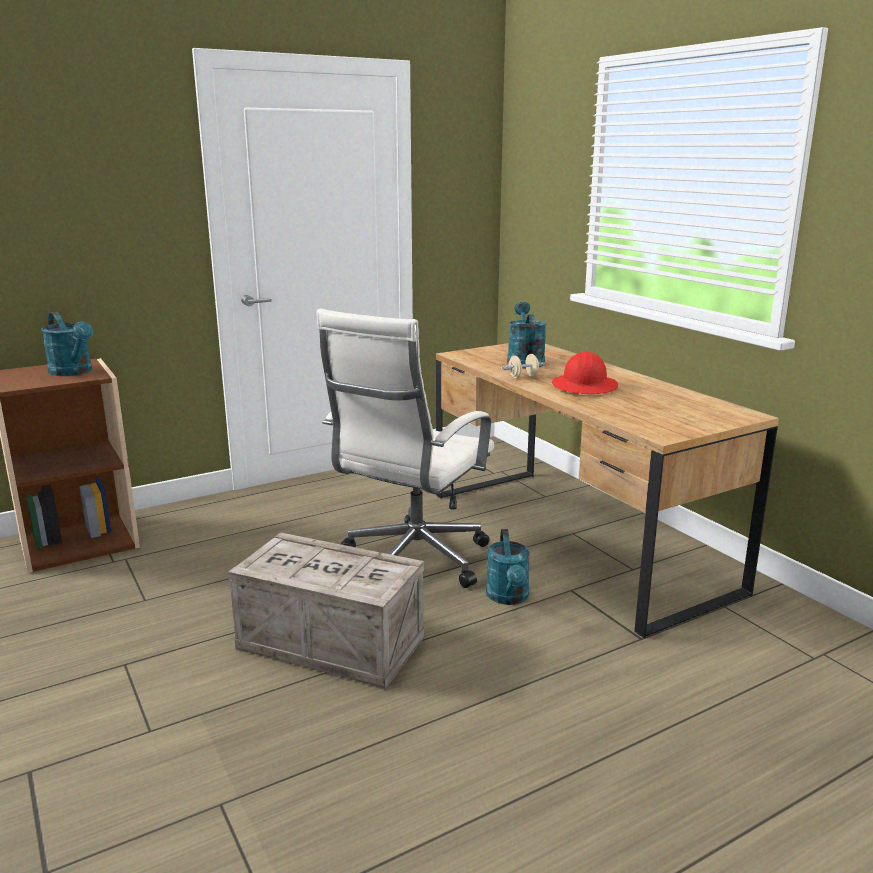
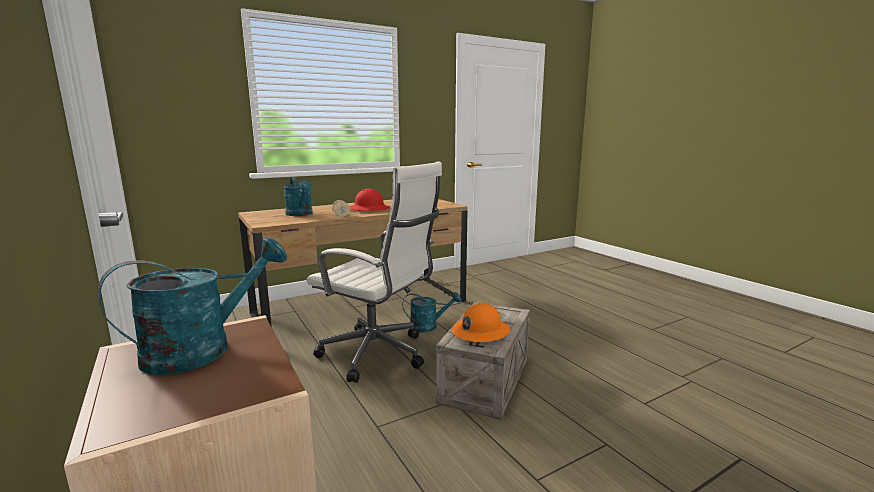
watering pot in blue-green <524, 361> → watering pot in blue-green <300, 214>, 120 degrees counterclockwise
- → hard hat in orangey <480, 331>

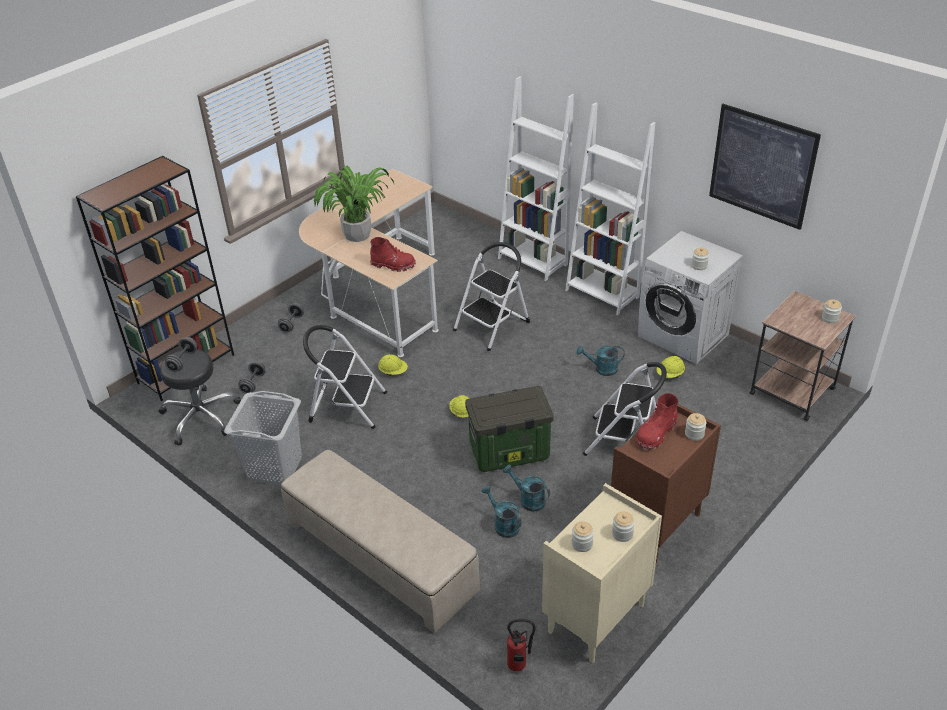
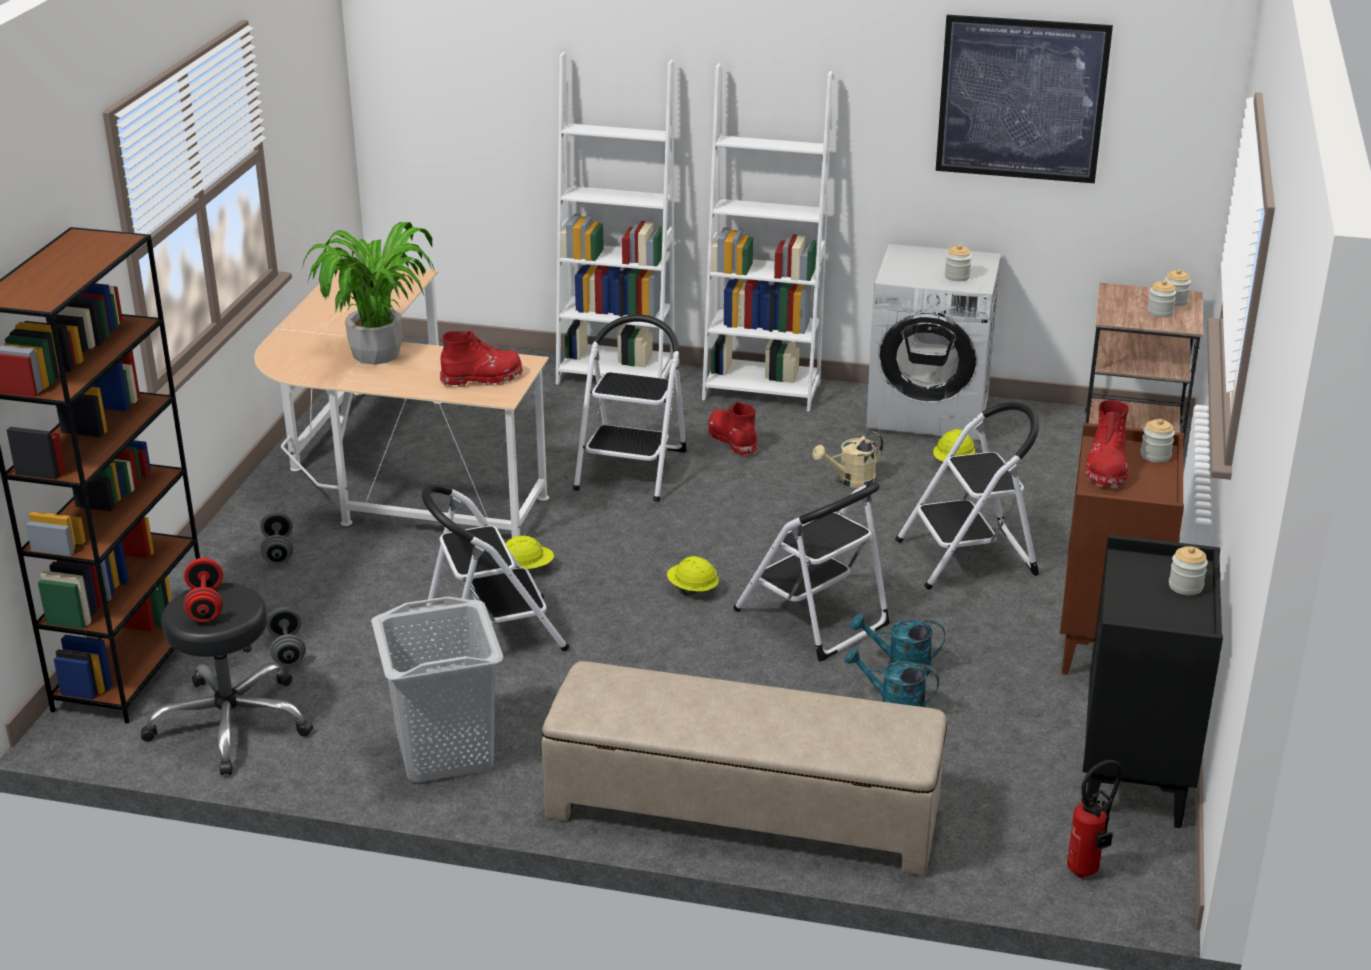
free weight in grey <183, 361> → free weight in red-coloured <205, 605>
watering pot in blue-green <601, 369> → watering pot in beige-coloured <851, 481>
storage box <508, 453> → step stool <814, 619>
storage cabinet in beige-coloured <595, 619> → storage cabinet in blackish <1134, 775>
jar <582, 544> → jar <1160, 312>, moved
- → boot in red-coloured <732, 441>

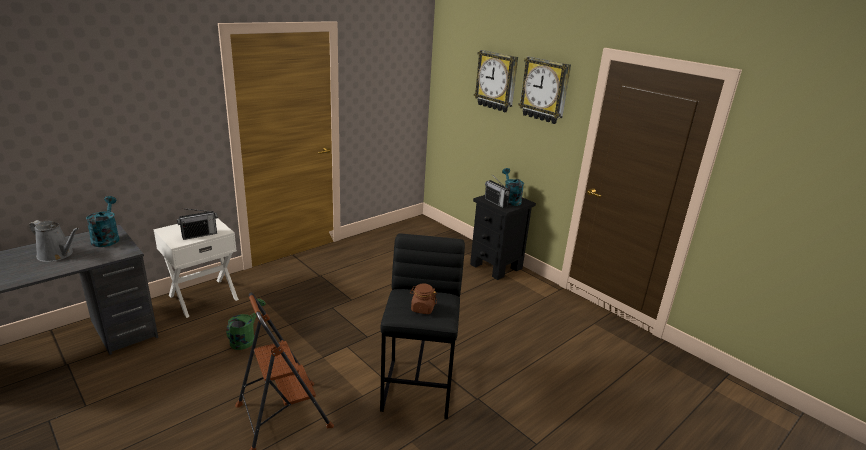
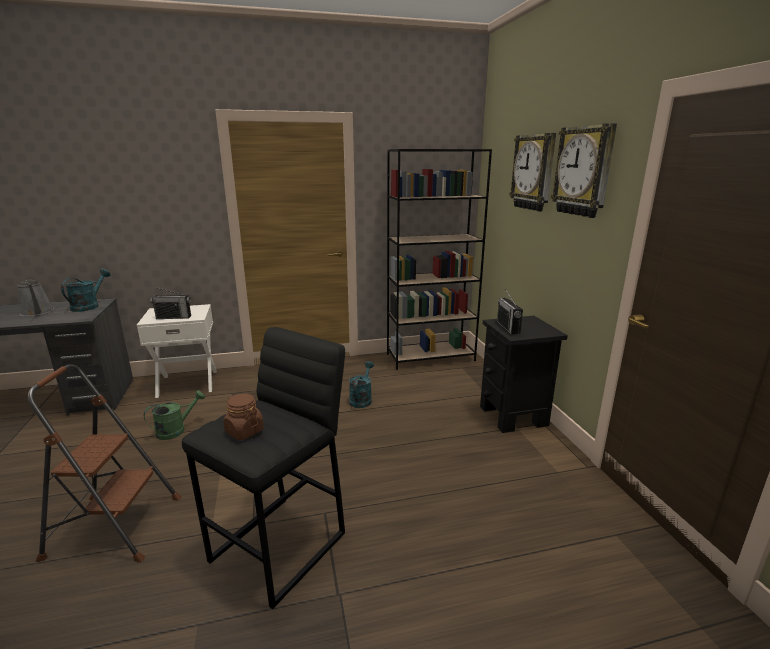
watering pot in blue-green <510, 200> → watering pot in blue-green <361, 399>, moved
- → bookshelf in beige-coloured <430, 357>

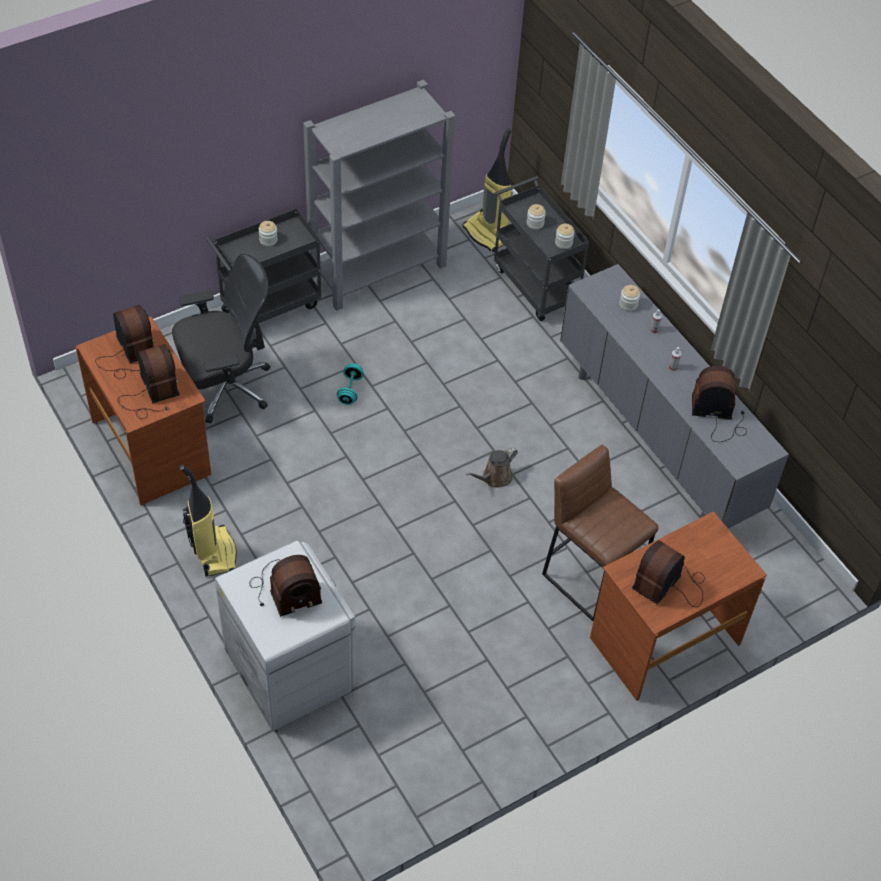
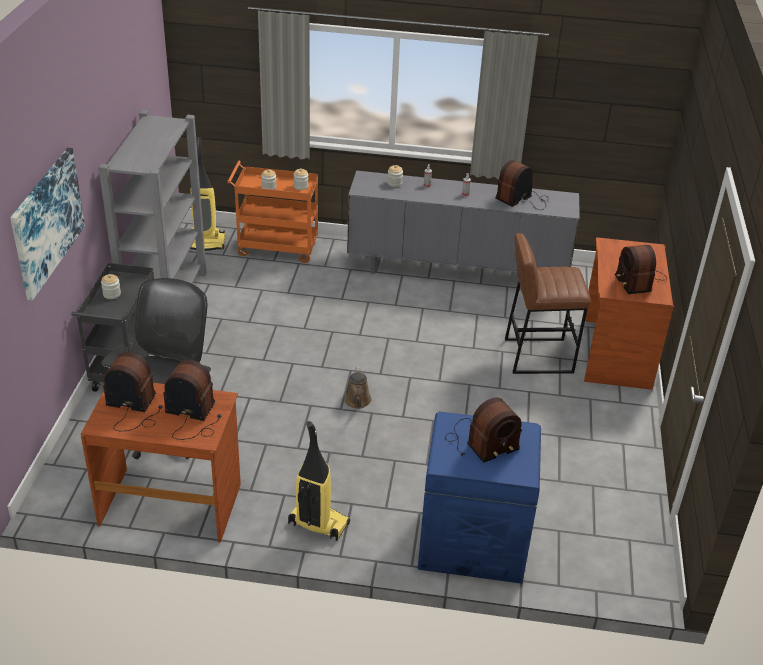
trolley in grey <533, 287> → trolley in orangey <275, 250>
free weight in blue-green <350, 390> → -
watering pot in brown <494, 478> → watering pot in brown <357, 401>, moved
laundry machine in white-coloured <291, 667> → laundry machine in bluish <471, 539>
radio <285, 591> → radio <480, 443>, 45 degrees clockwise
- → picture <47, 221>

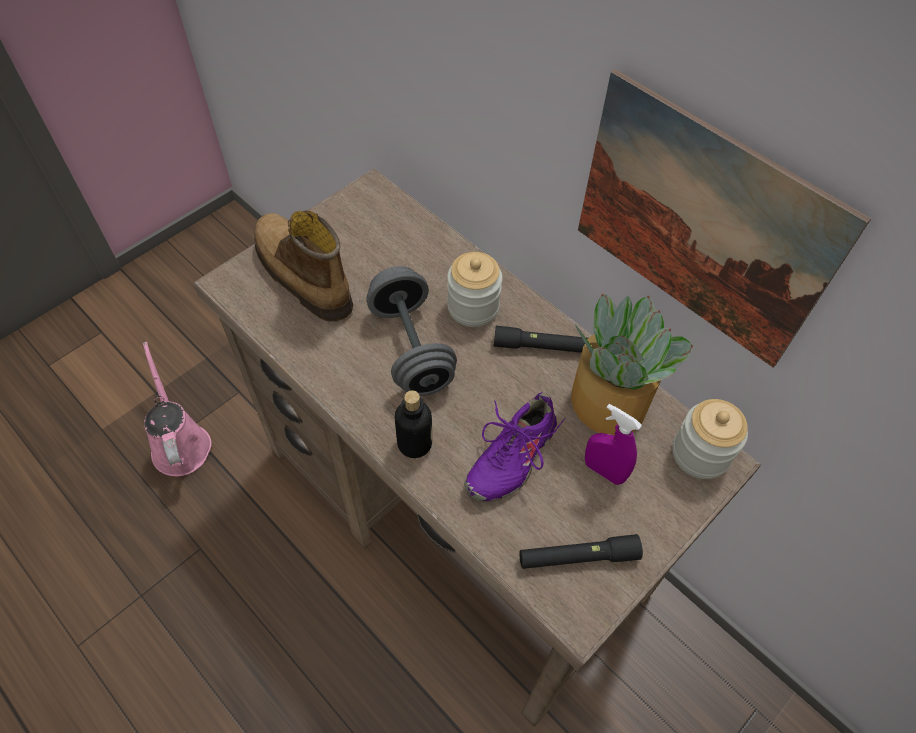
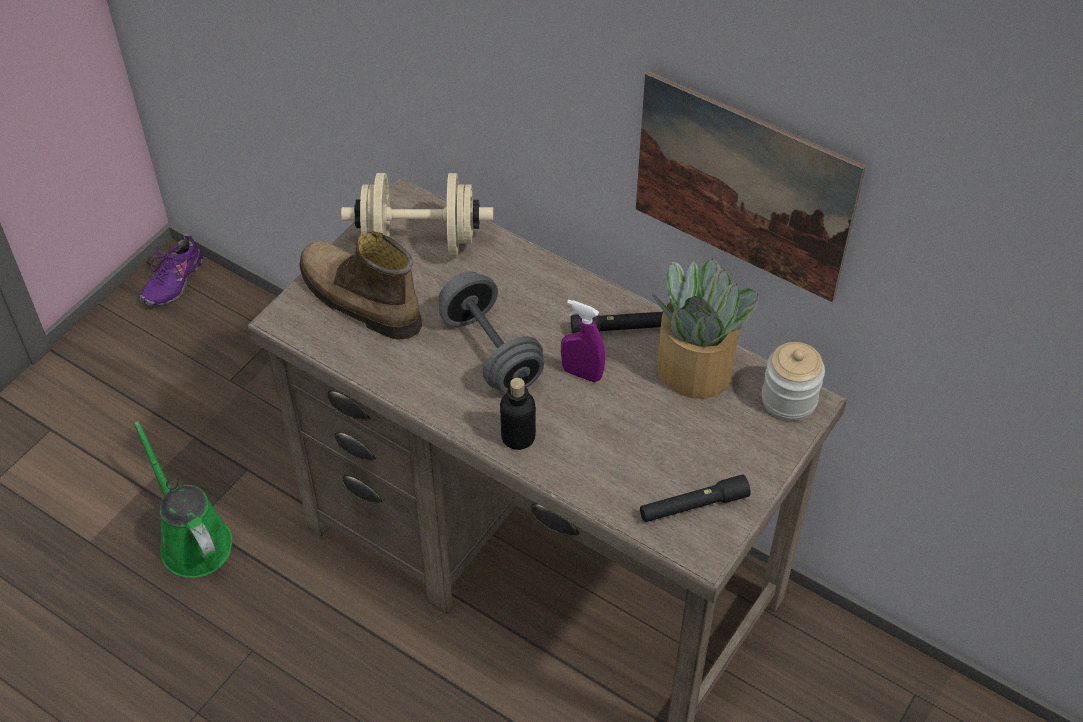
jar <473, 307> → -
watering pot in pink-coloured <180, 443> → watering pot in green-coloured <192, 540>
shoe in purple-coloured <510, 456> → shoe in purple-coloured <173, 281>, moved
spray bottle in purple-coloured <604, 471> → spray bottle in purple-coloured <582, 373>, moved
- → free weight in beige-coloured <420, 242>

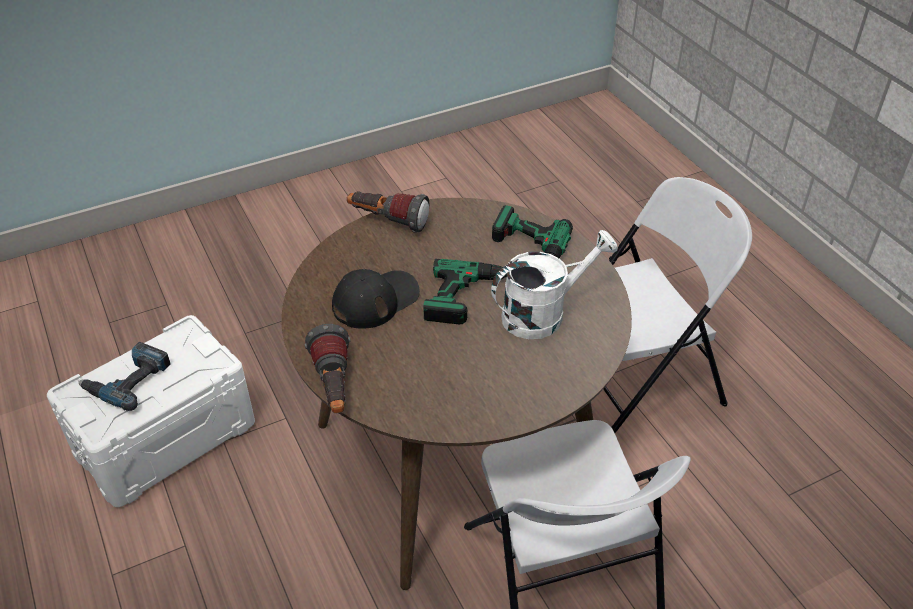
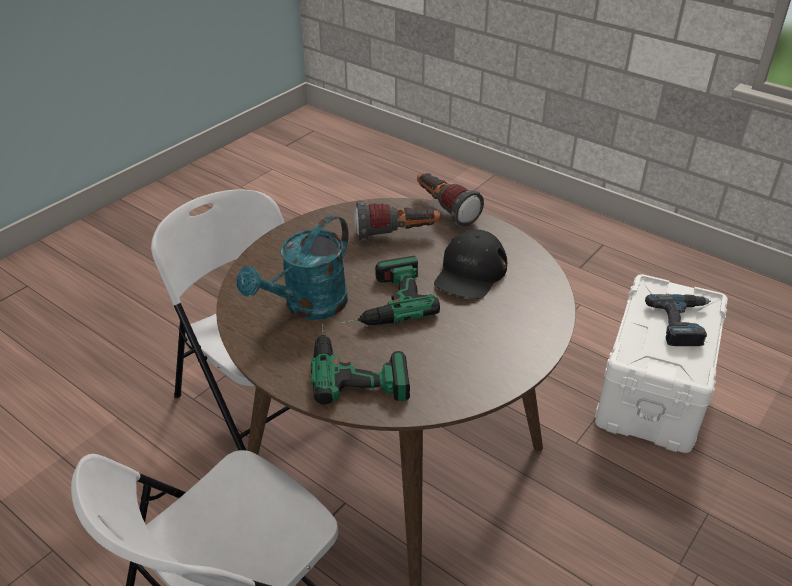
hand torch <387, 221> → hand torch <397, 235>, moved
watering pot in white-coloured <543, 313> → watering pot in blue-green <308, 307>

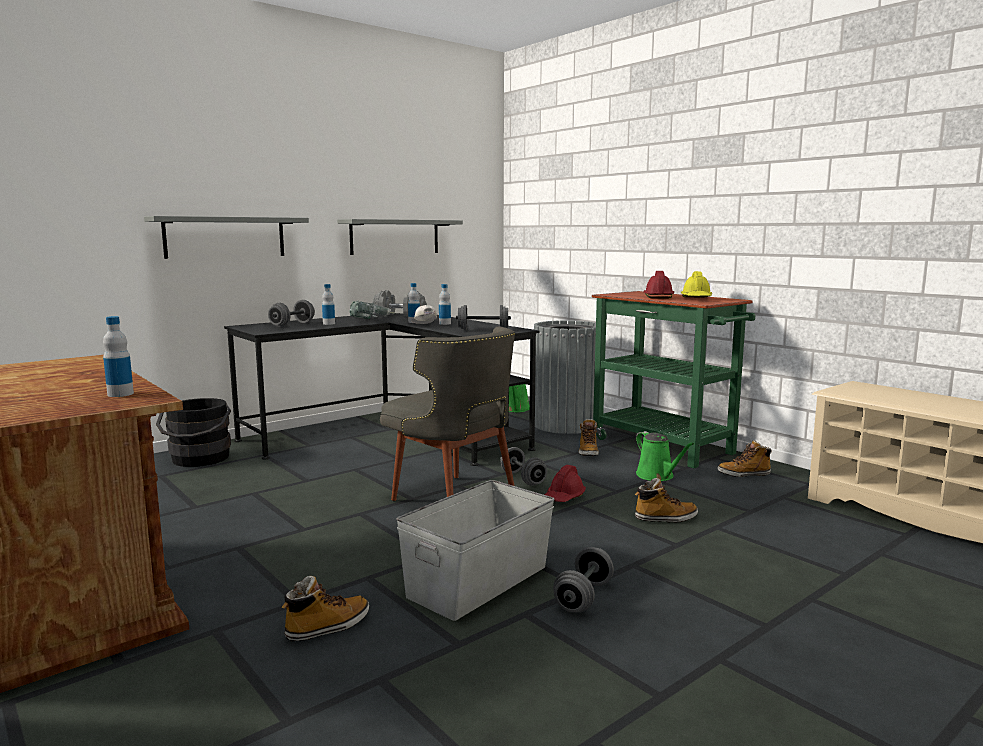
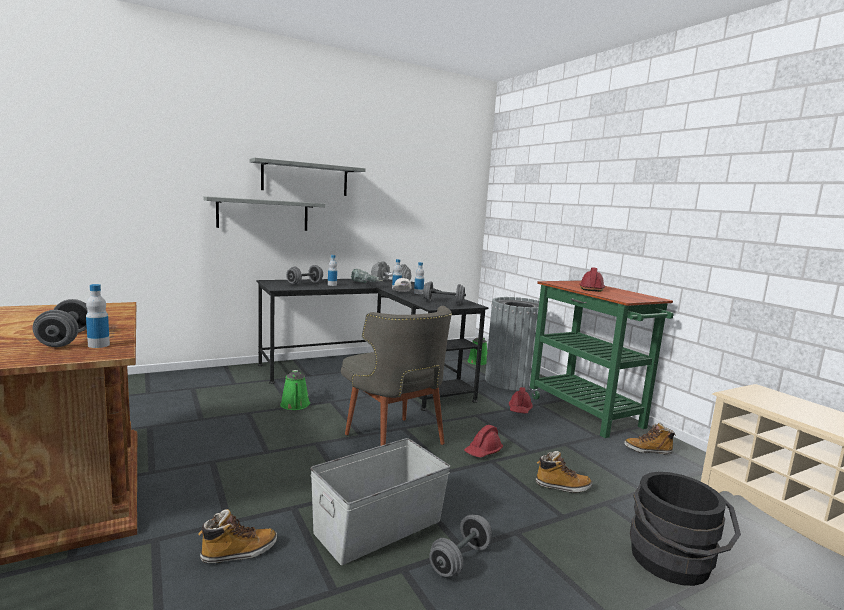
wall shelf in grey <395, 237> → wall shelf in grey <305, 178>, moved
hard hat in yellow-coloured <696, 298> → -
bucket in blackish <199, 460> → bucket in blackish <672, 565>, moved
boot <588, 452> → hard hat in red-coloured <520, 409>
watering pot in green-coloured <657, 476> → watering pot in green-coloured <295, 405>, moved
free weight in grey <523, 479> → free weight in grey <66, 339>, moved

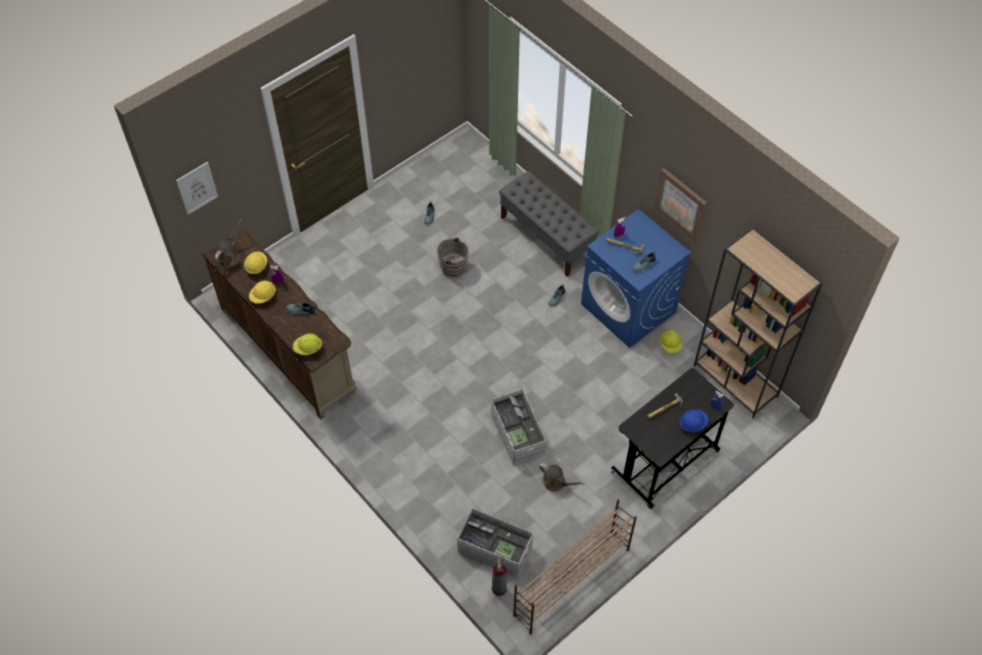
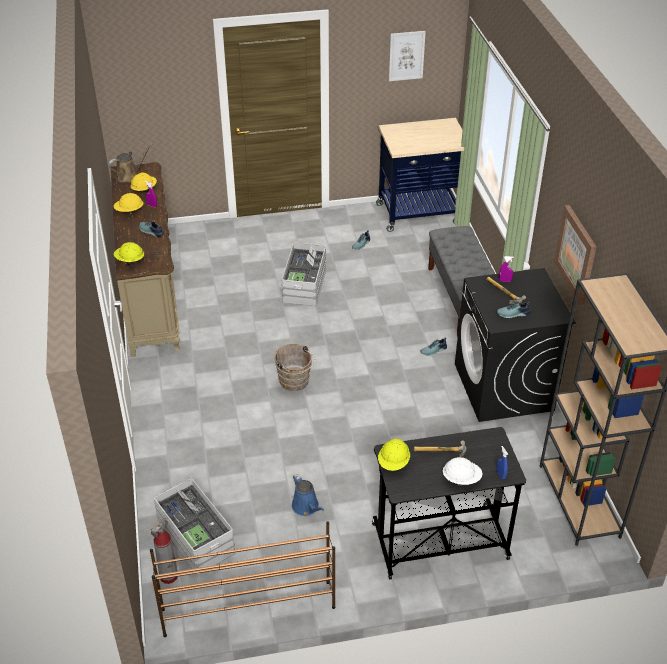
picture <197, 188> → picture <406, 56>, moved
laundry machine in bluish <629, 308> → laundry machine in blackish <504, 388>
bucket in brown <455, 268> → bucket in brown <295, 382>, moved
hard hat in yellow-coloured <670, 345> → hard hat in yellow-coloured <393, 463>, moved
storage box in grey <517, 433> → storage box in grey <304, 284>, moved
hard hat in bluish <692, 424> → hard hat in white-coloured <461, 479>
watering pot in brown <556, 482> → watering pot in bluish <306, 507>
- → trolley in bluish <418, 214>

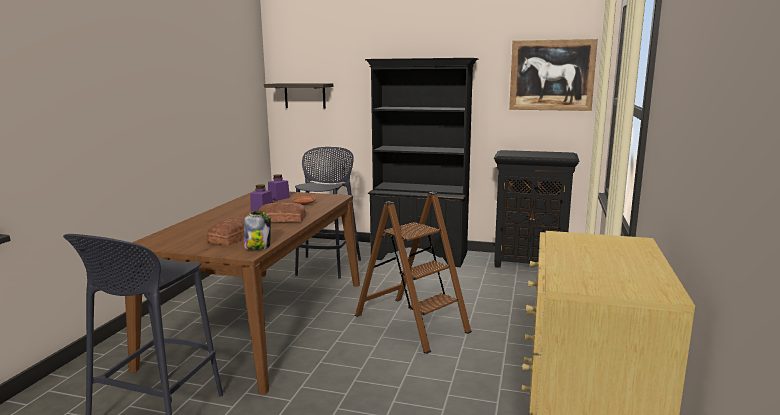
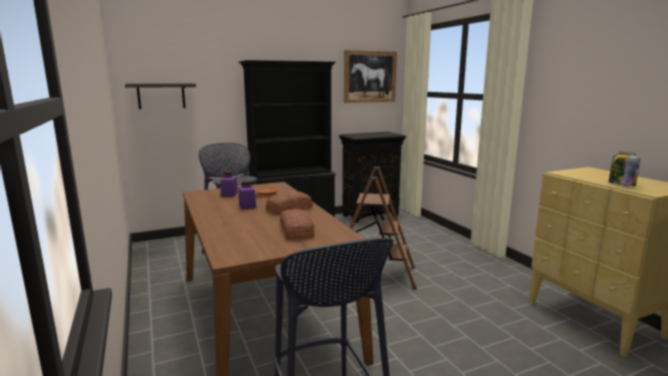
jar <258, 246> → jar <621, 184>, moved

